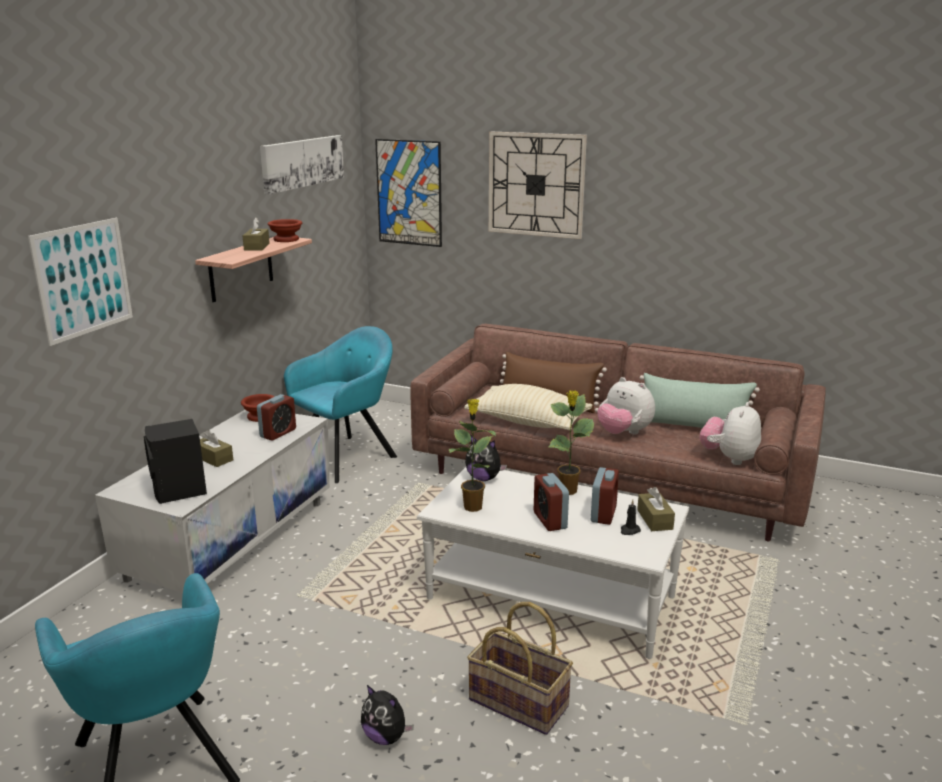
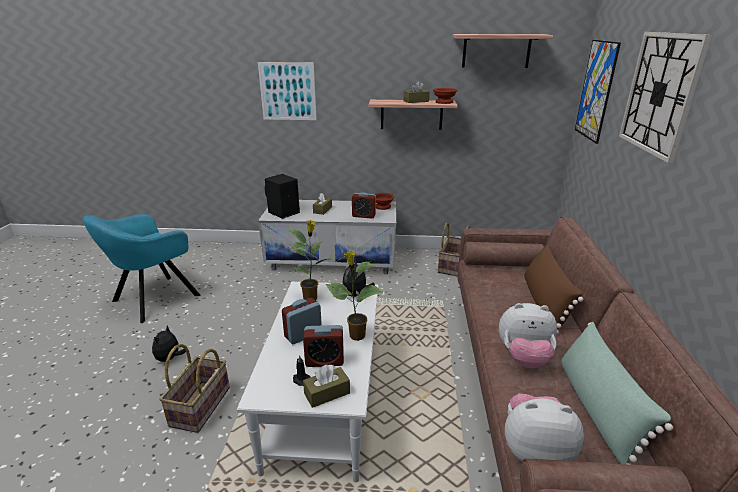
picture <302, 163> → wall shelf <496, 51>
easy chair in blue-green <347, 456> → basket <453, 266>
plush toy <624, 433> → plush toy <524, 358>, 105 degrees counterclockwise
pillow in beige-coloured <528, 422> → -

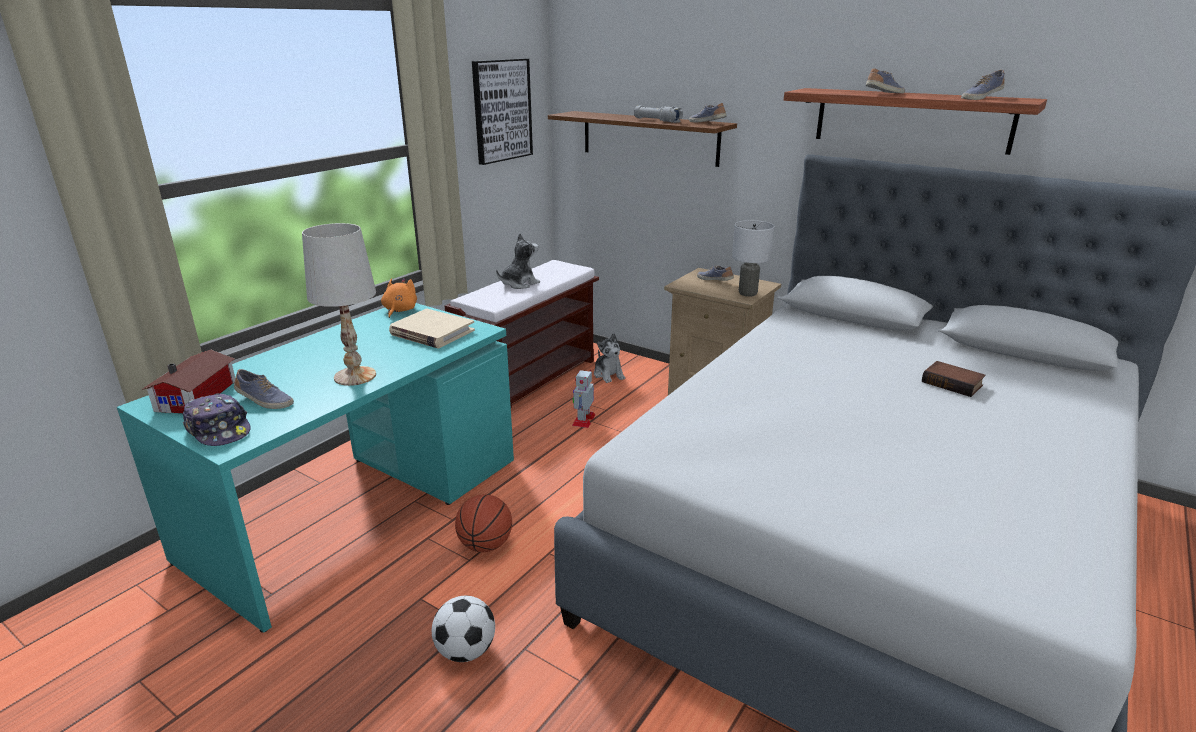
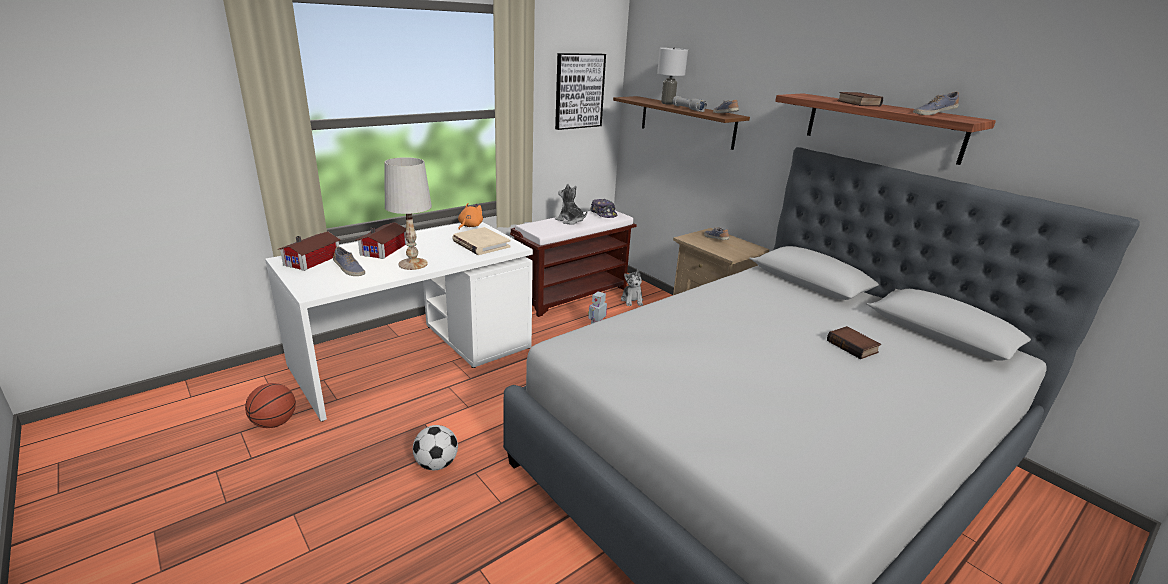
shoe <885, 94> → book <857, 103>
lamp for a table in white-coloured <747, 294> → lamp for a table in white-coloured <667, 103>, moved
plush toy <519, 284> → plush toy <570, 221>, 120 degrees counterclockwise
desk unit in blue-green <358, 506> → desk unit in white-coloured <414, 357>
peaked cap <219, 430> → peaked cap <603, 213>, moved
ball for basketball <485, 545> → ball for basketball <274, 423>, moved
- → toy house <386, 249>

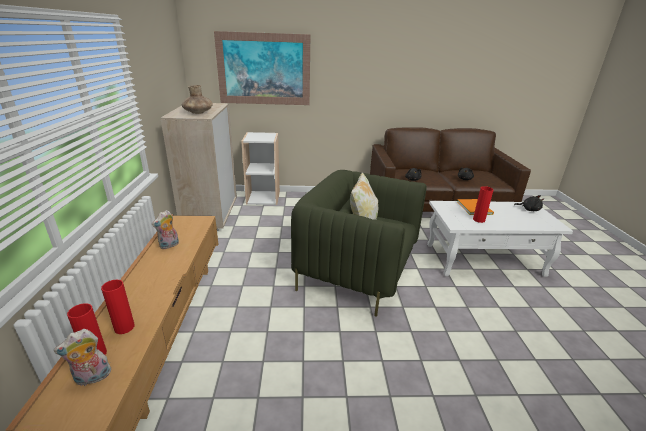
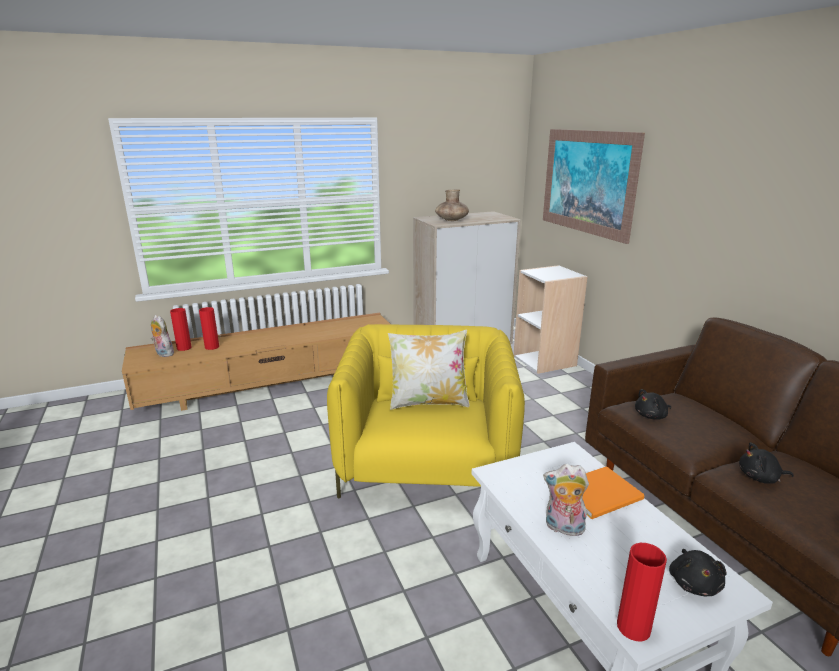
easy chair in green-coloured <356, 270> → easy chair in yellow-coloured <427, 466>
decorative vase in red-coloured <479, 220> → decorative vase in red-coloured <633, 627>, moved
plush toy <169, 245> → plush toy <563, 528>, moved

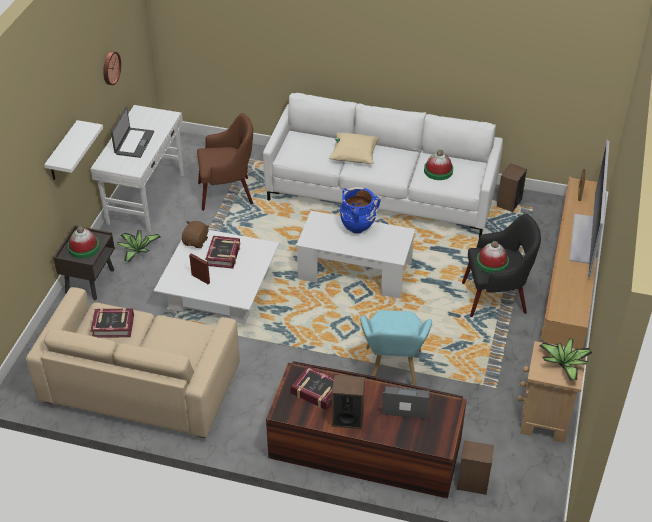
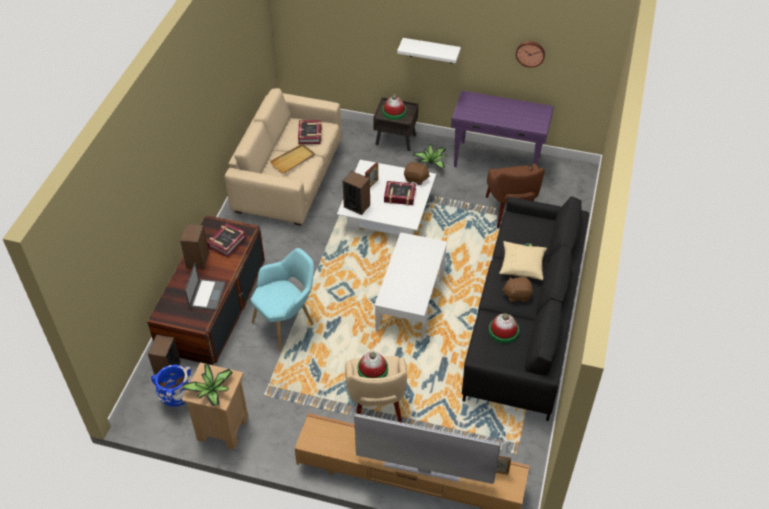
settee in white-coloured <381, 194> → settee in blackish <523, 322>
hall table in white-coloured <146, 198> → hall table in purple-coloured <497, 161>
portable computer <134, 143> → -
loudspeaker <509, 203> → loudspeaker <357, 206>, moved
decorative vase in bluish <358, 229> → decorative vase in bluish <178, 401>, moved
easy chair in blackish <496, 297> → easy chair in beige-coloured <376, 406>
easy chair in blue-green <392, 373> → easy chair in blue-green <287, 322>, 135 degrees clockwise
- → serving tray in beige-coloured <293, 160>
- → plush toy in brown <517, 295>

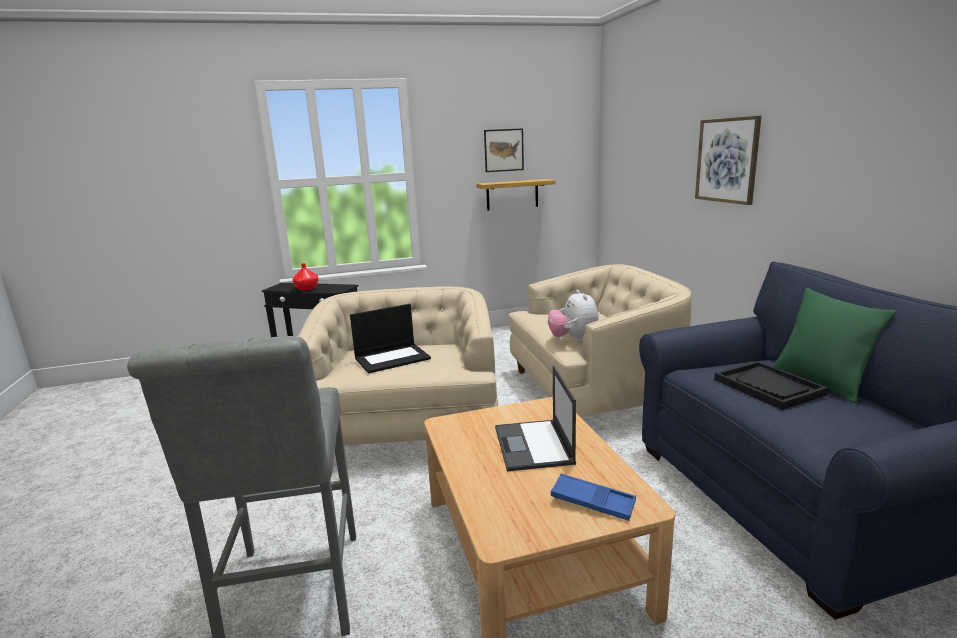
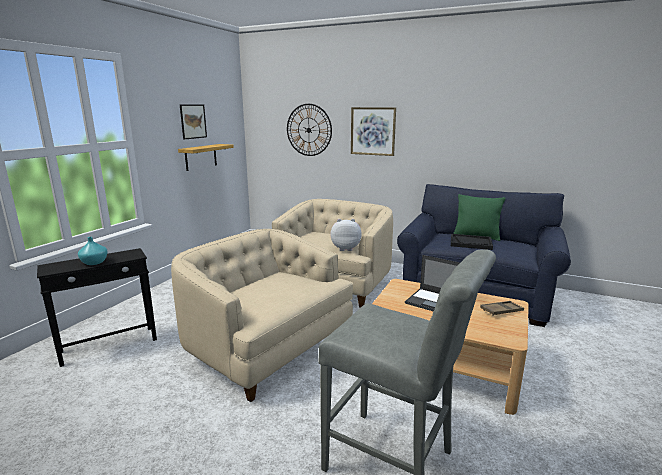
decorative vase in red-coloured <306, 288> → decorative vase in blue-green <94, 262>
plush toy <574, 340> → plush toy <345, 248>, 150 degrees clockwise
portable computer <393, 358> → -
serving tray in bluish <593, 502> → serving tray in brown <501, 311>
- → wall clock <309, 130>

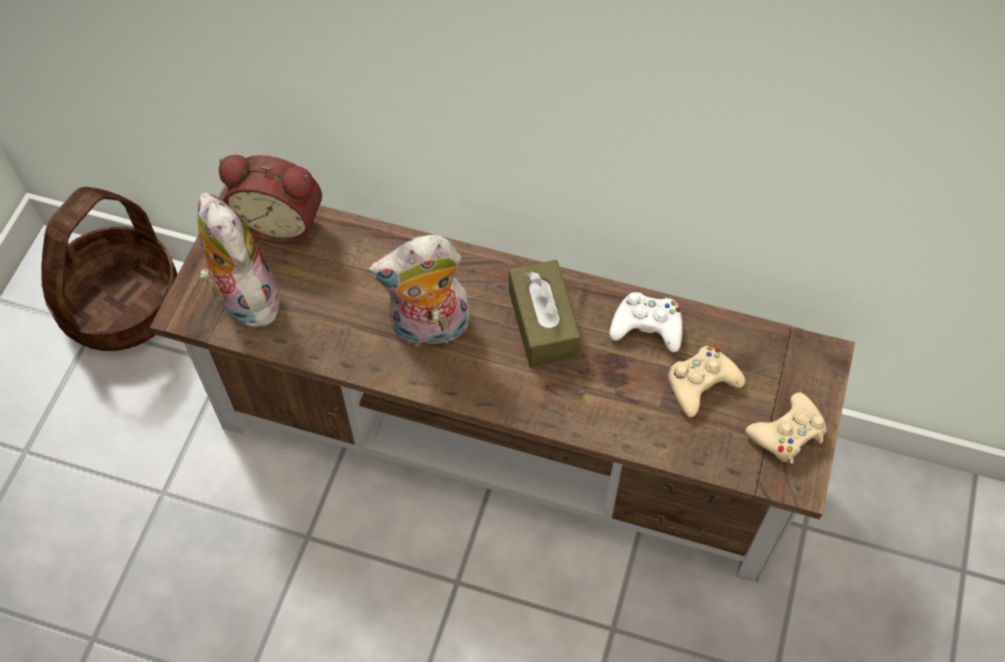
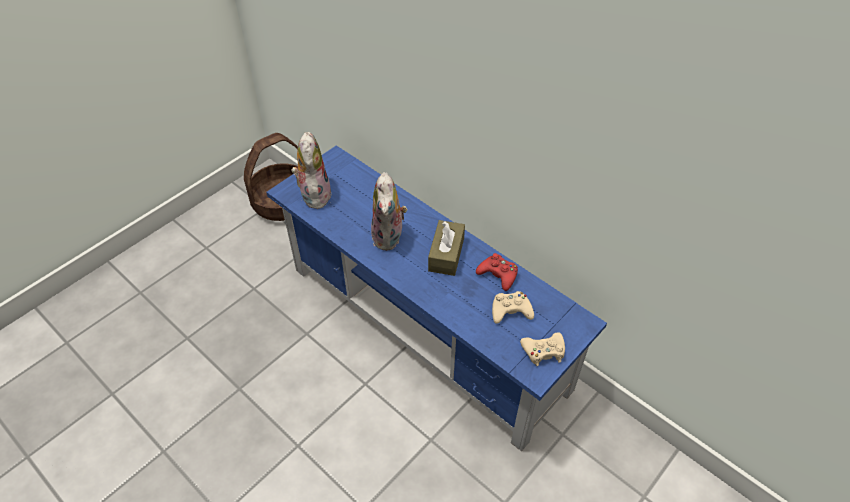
table clock <281, 222> → -
tv stand in brown <503, 442> → tv stand in bluish <424, 329>
plush toy <429, 329> → plush toy <389, 237>, 105 degrees counterclockwise
game controller in white-coloured <647, 327> → game controller in red-coloured <498, 275>

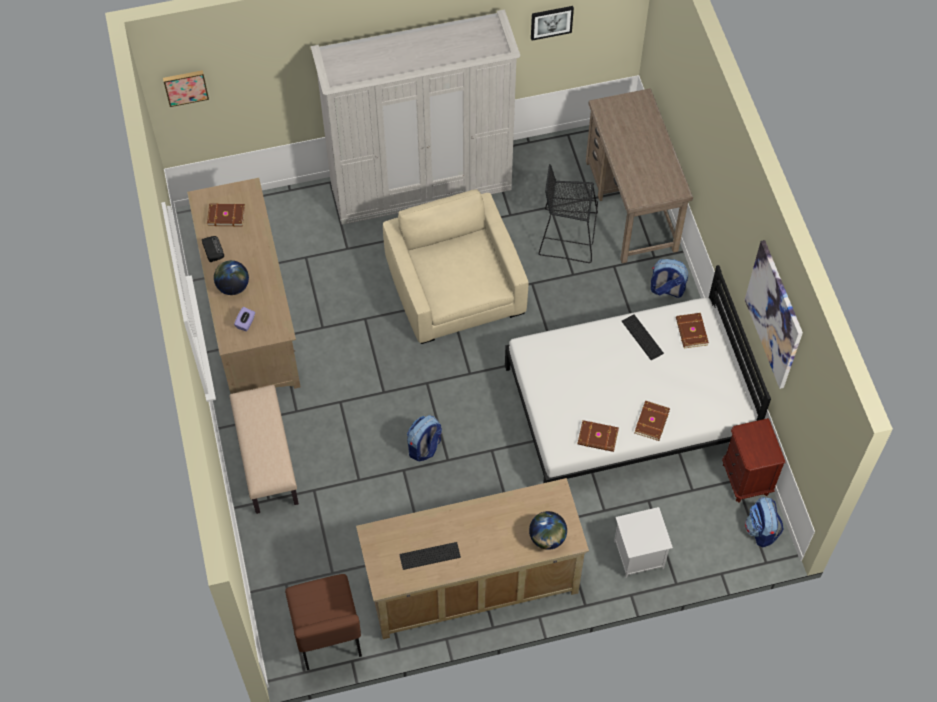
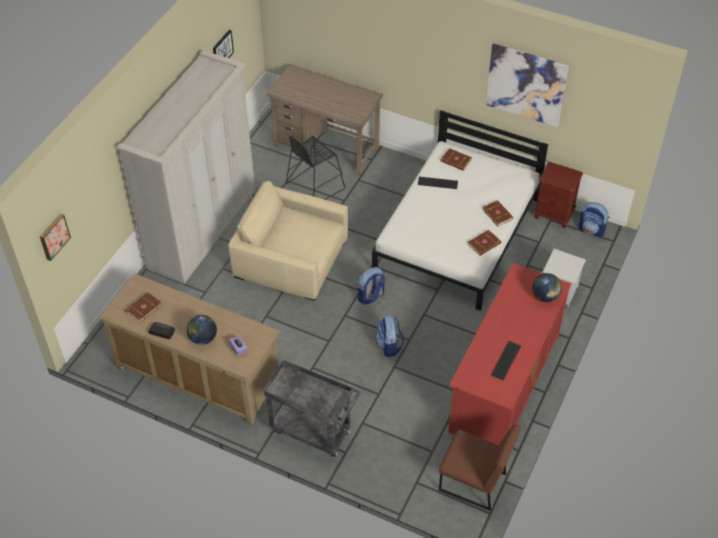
rucksack <666, 289> → rucksack <370, 296>, moved
bench in beige-coloured <266, 459> → trolley in grey <314, 434>
drawer chest in beige-coloured <471, 581> → drawer chest in red-coloured <504, 382>

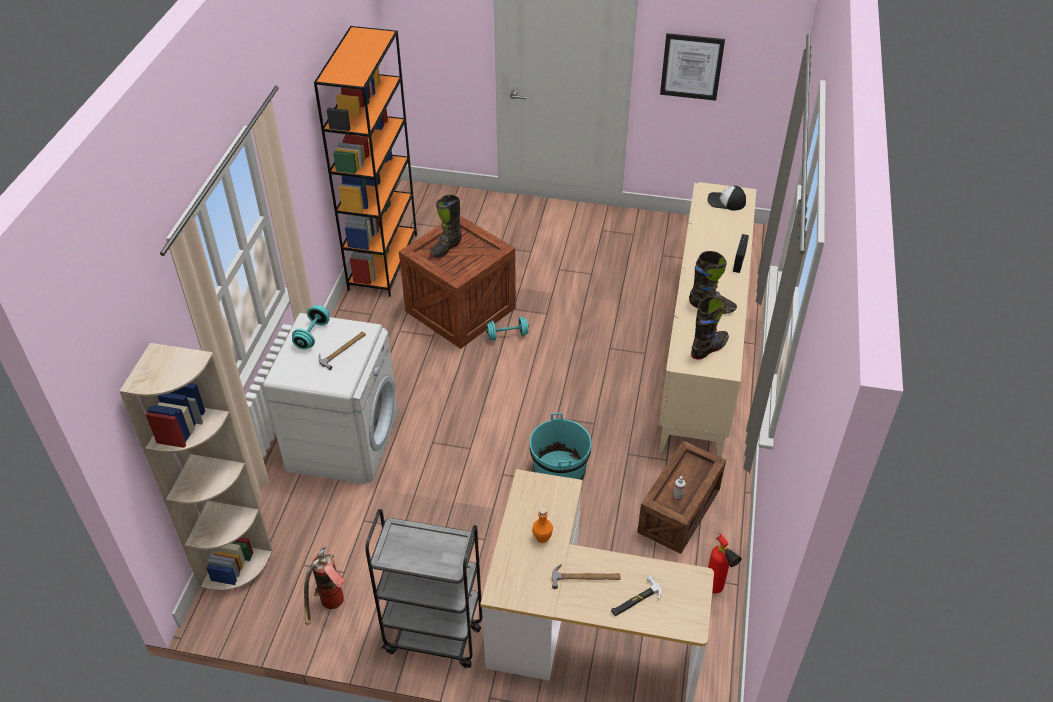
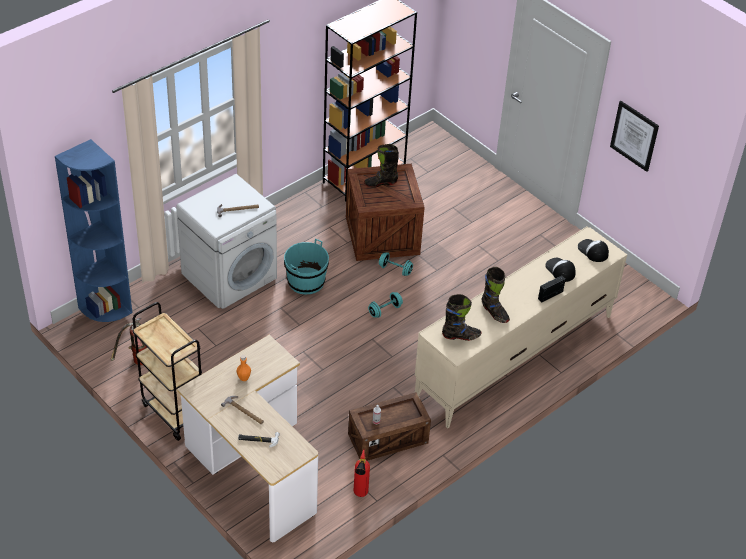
free weight in blue-green <312, 335> → free weight in blue-green <385, 310>, moved
bookshelf in beige-coloured <237, 571> → bookshelf in bluish <106, 313>
bucket in blue-green <559, 471> → bucket in blue-green <306, 281>, moved
trolley in grey <432, 641> → trolley in brown <172, 415>
- → peaked cap <560, 270>

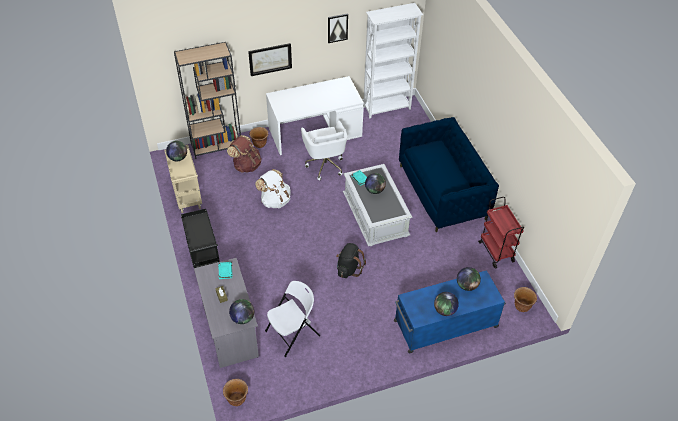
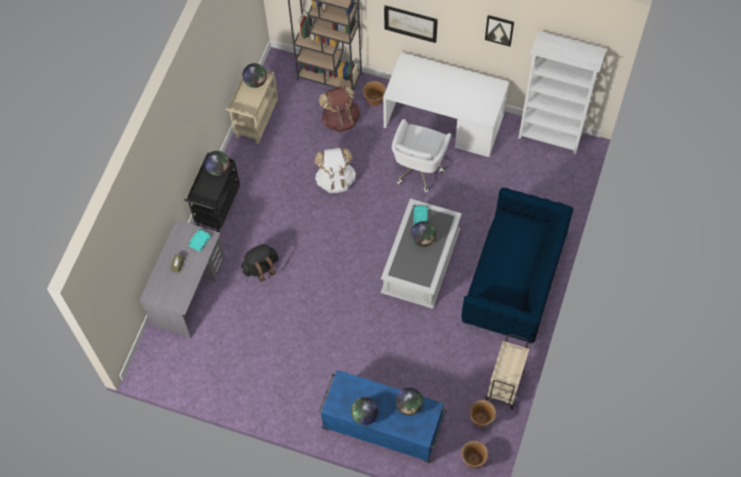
trolley in red-coloured <496, 252> → trolley in beige-coloured <504, 386>
rucksack in blackish <348, 269> → rucksack in blackish <261, 268>, moved
upright chair in white-coloured <292, 333> → -
desk globe <242, 318> → desk globe <218, 169>, moved
flower pot in brown <237, 399> → flower pot in brown <481, 419>, moved

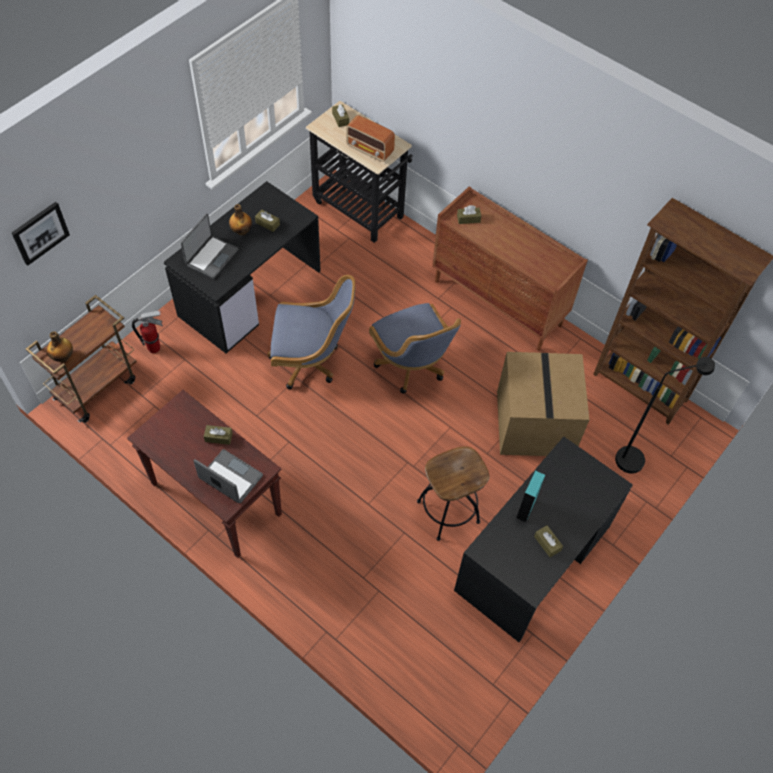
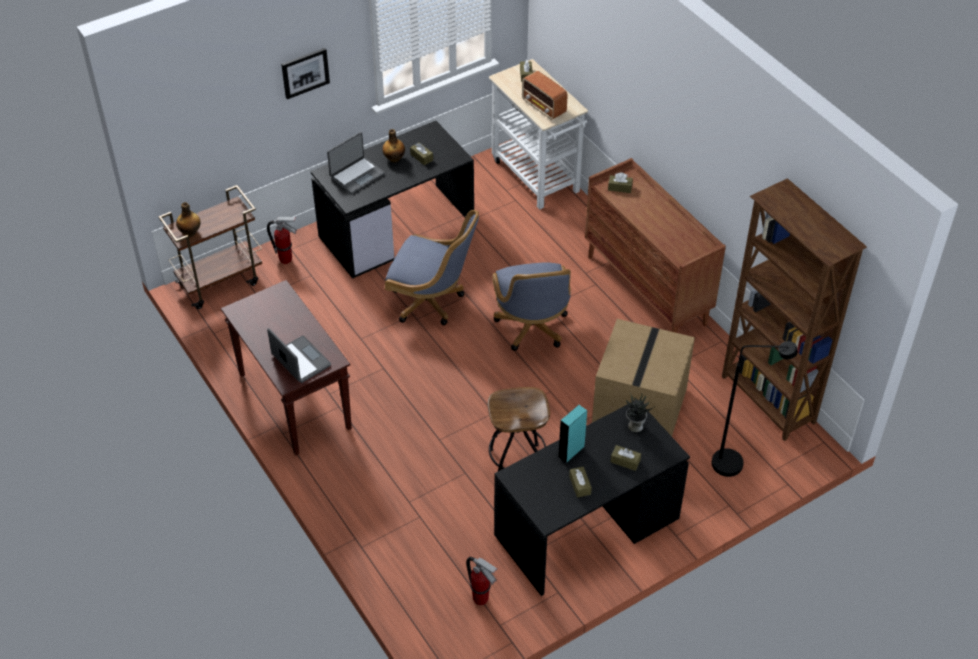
trolley in blackish <359, 210> → trolley in white-coloured <536, 177>
picture <40, 232> → picture <305, 72>, moved
tissue box in brown <218, 437> → tissue box in brown <625, 461>, moved
- → potted plant <635, 426>
- → extinguisher <481, 599>

